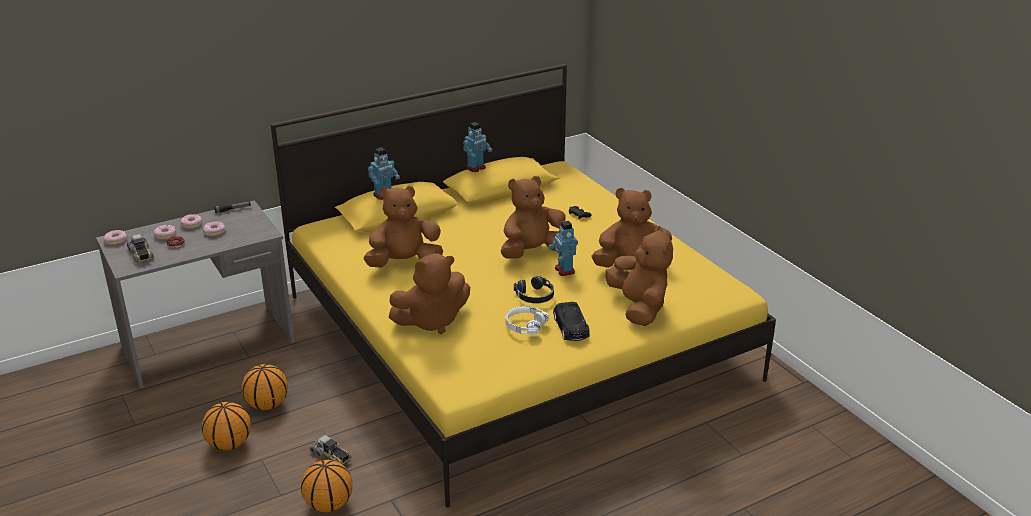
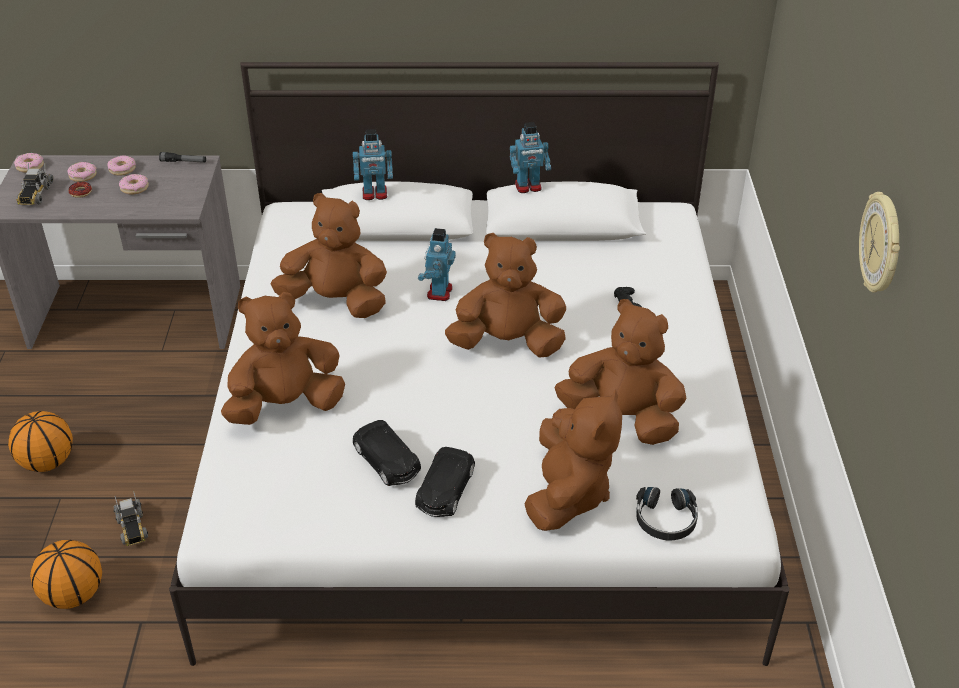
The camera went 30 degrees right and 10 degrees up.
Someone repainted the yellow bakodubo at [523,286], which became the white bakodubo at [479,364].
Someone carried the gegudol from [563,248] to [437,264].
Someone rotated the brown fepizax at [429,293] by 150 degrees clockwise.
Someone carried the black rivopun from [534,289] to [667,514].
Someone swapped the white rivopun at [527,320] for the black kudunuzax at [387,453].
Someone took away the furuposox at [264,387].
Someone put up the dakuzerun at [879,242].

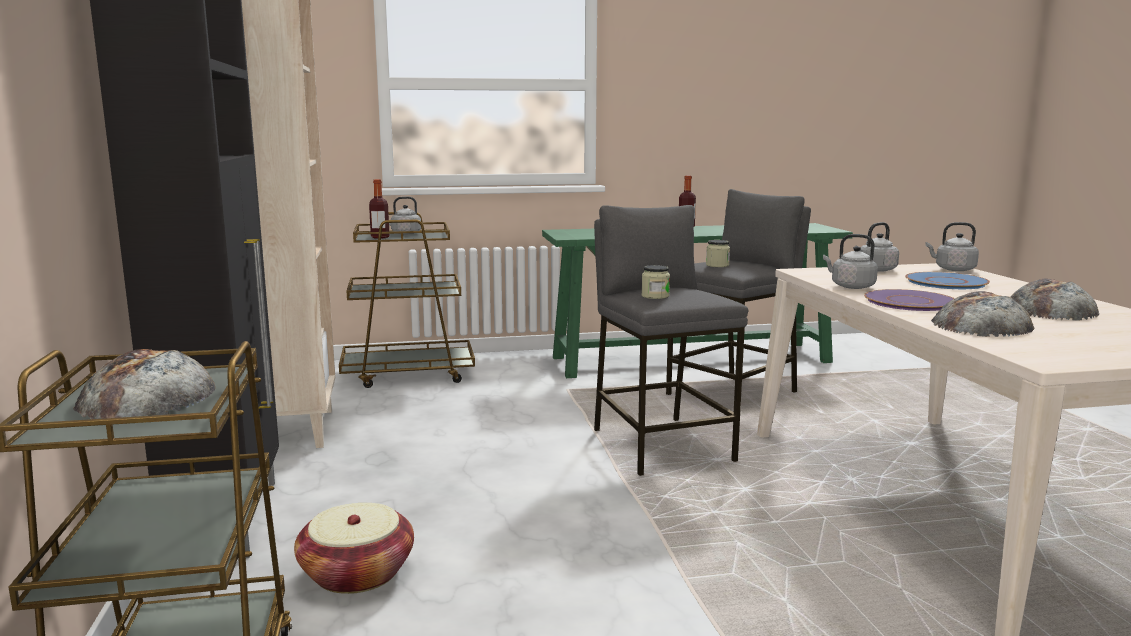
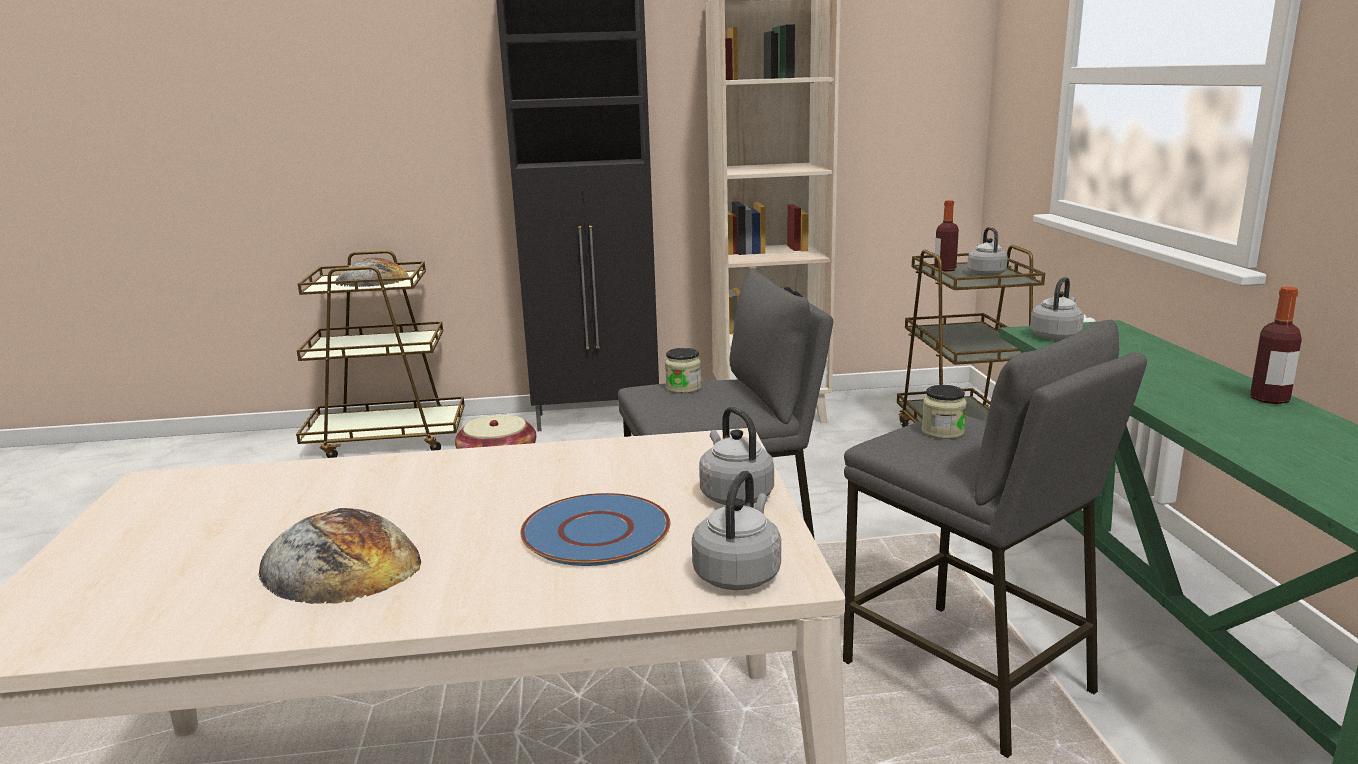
The camera went 95 degrees right and 5 degrees up.
Someone carried the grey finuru from [850,261] to [1057,308].
Someone took away the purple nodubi at [909,300].
Someone took away the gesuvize at [983,314].

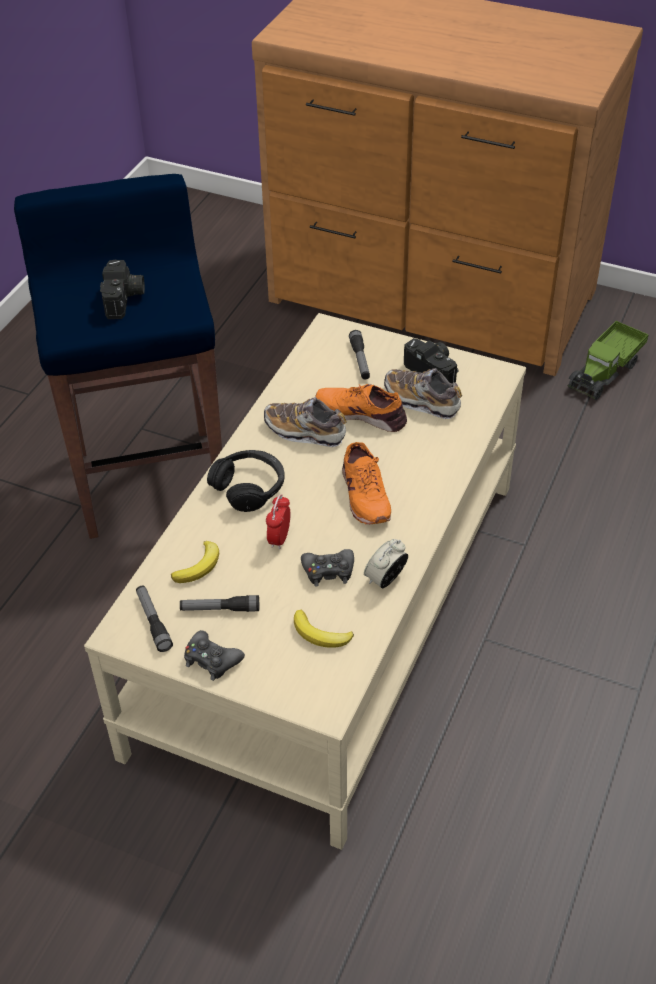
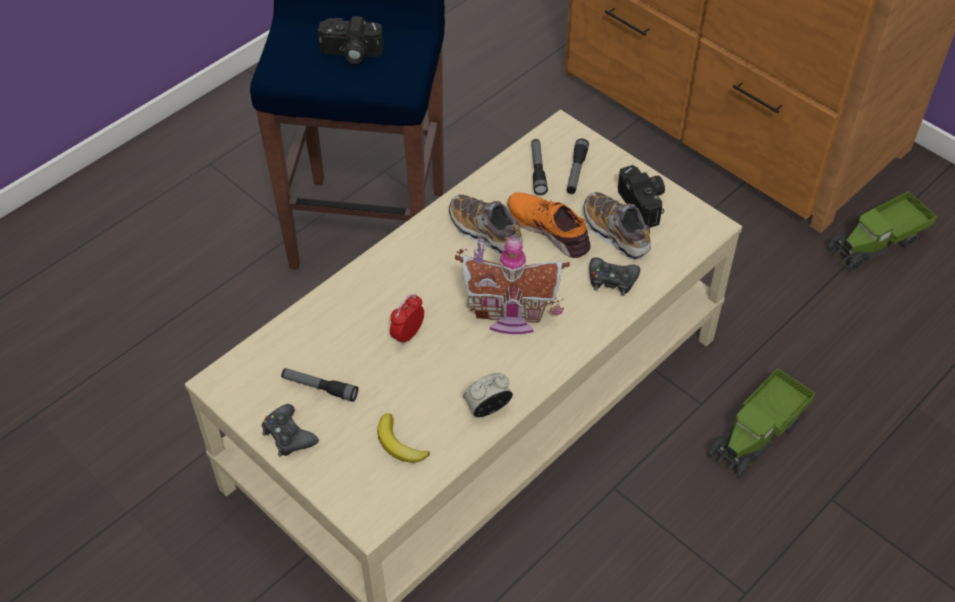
The camera went 20 degrees right and 5 degrees up.
Someone rotated the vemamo at [122,289] by 75 degrees clockwise.
Someone swapped the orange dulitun at [366,483] for the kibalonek at [512,284].
Someone took away the black rivopun at [246,481].
Someone took away the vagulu at [195,562].
Someone carried the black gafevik from [327,568] to [614,276].
Someone carried the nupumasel from [154,619] to [539,167].
Someone put down the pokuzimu at [761,423].

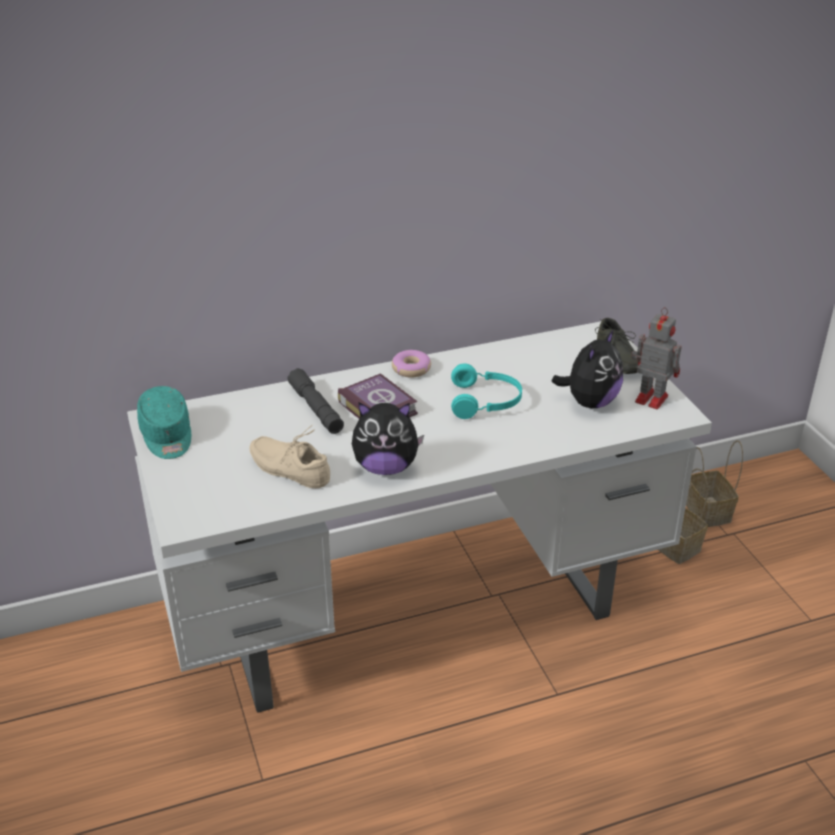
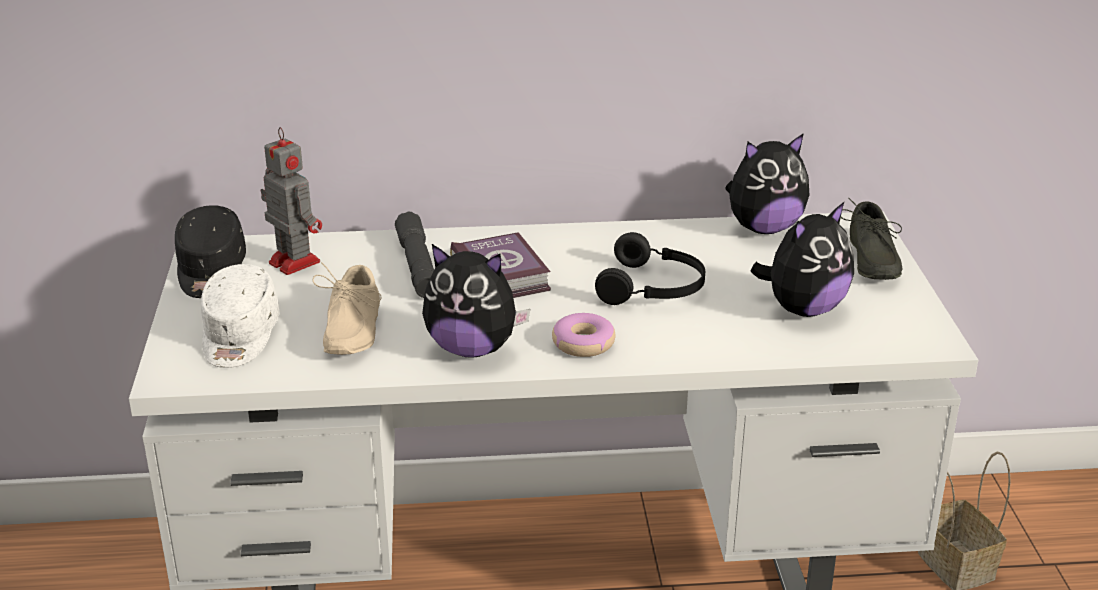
The camera went 15 degrees right and 5 degrees down.
Someone carried the gegudol from [656,358] to [291,201].
Someone carried the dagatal from [411,364] to [584,335].
Someone repainted the turquoise rivopun at [486,391], which became the black rivopun at [650,268].
Someone repainted the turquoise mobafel at [164,422], which became the black mobafel at [210,251].
Someone rotated the beige dulitun at [289,456] by 135 degrees counterclockwise.
Someone took away the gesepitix at [714,483].
Someone put down the fepizax at [767,183].
Someone put down the white mobafel at [240,316].

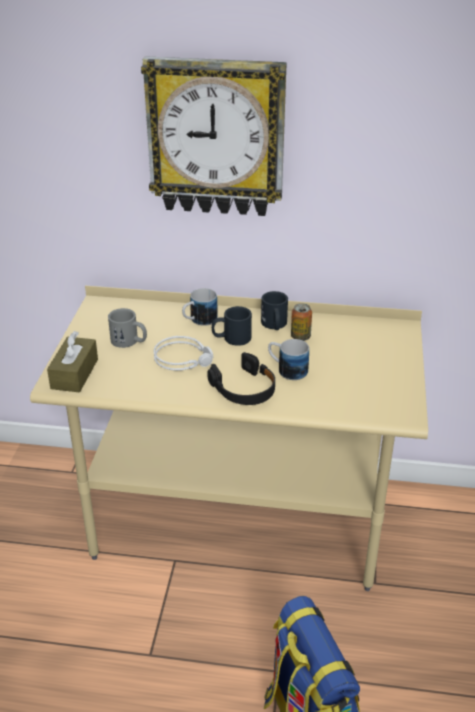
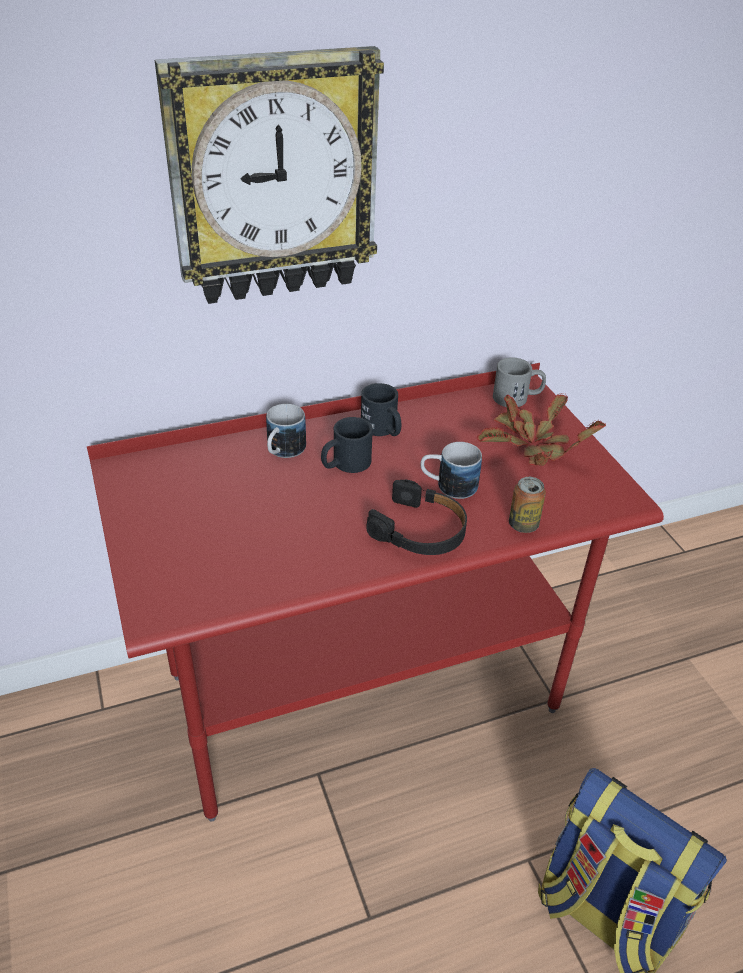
The camera went 30 degrees left and 5 degrees up.
Someone repainted the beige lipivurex at [229,438], which became the red lipivurex at [375,592].
Someone carried the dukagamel from [301,322] to [527,505].
Someone carried the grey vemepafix from [127,328] to [519,382].
Someone took away the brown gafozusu at [72,361].
Someone took away the grey rivopun at [183,353].
Someone put down the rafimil at [541,429].

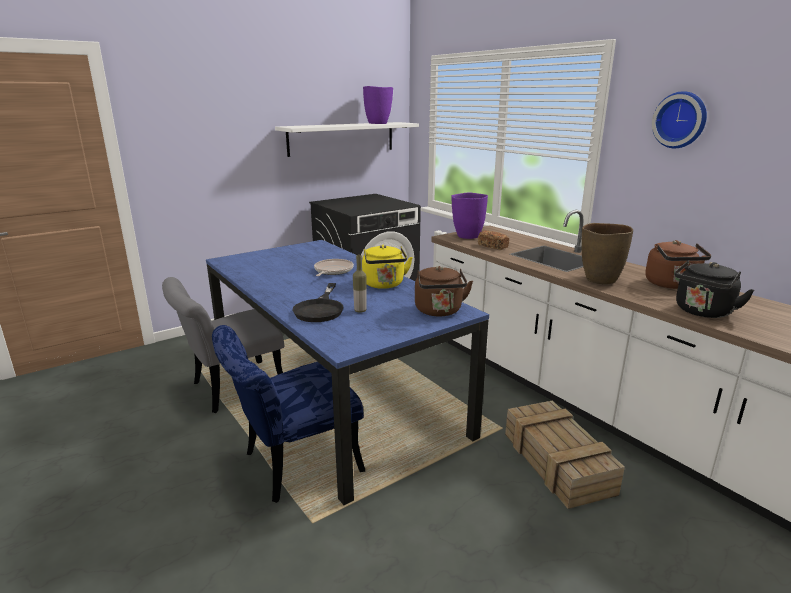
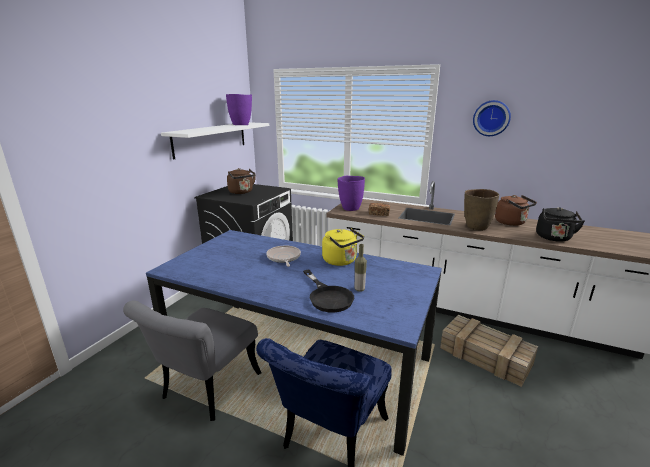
The camera went 30 degrees left and 0 degrees up.
Someone carried the brown finuru from [444,291] to [241,181].

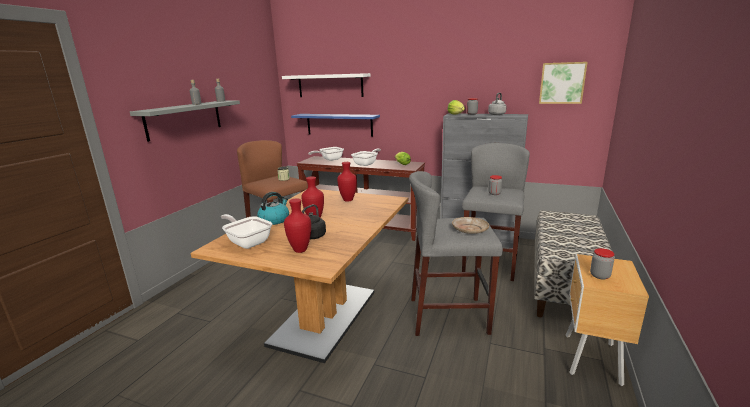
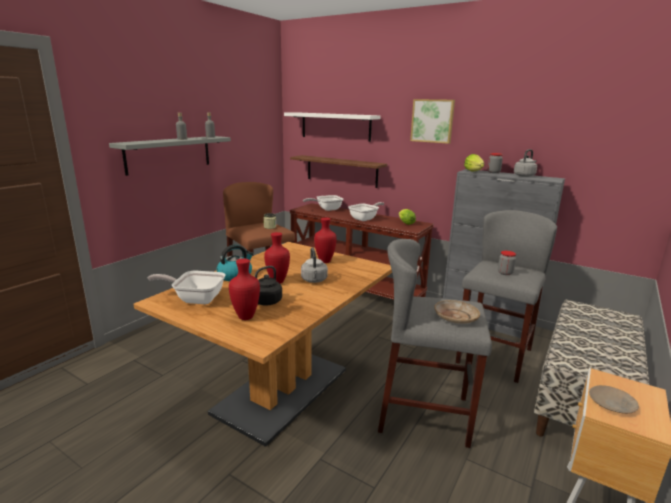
The camera went 10 degrees right and 0 degrees up.
Someone carried the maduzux from [563,83] to [432,121].
Someone repainted the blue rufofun at [335,125], which became the brown rufofun at [338,171].
Someone rotated the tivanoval at [246,231] by 45 degrees counterclockwise.
Someone swapped the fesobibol at [602,263] for the beige nodubi at [614,399].
Someone put down the grey finuru at [314,265].

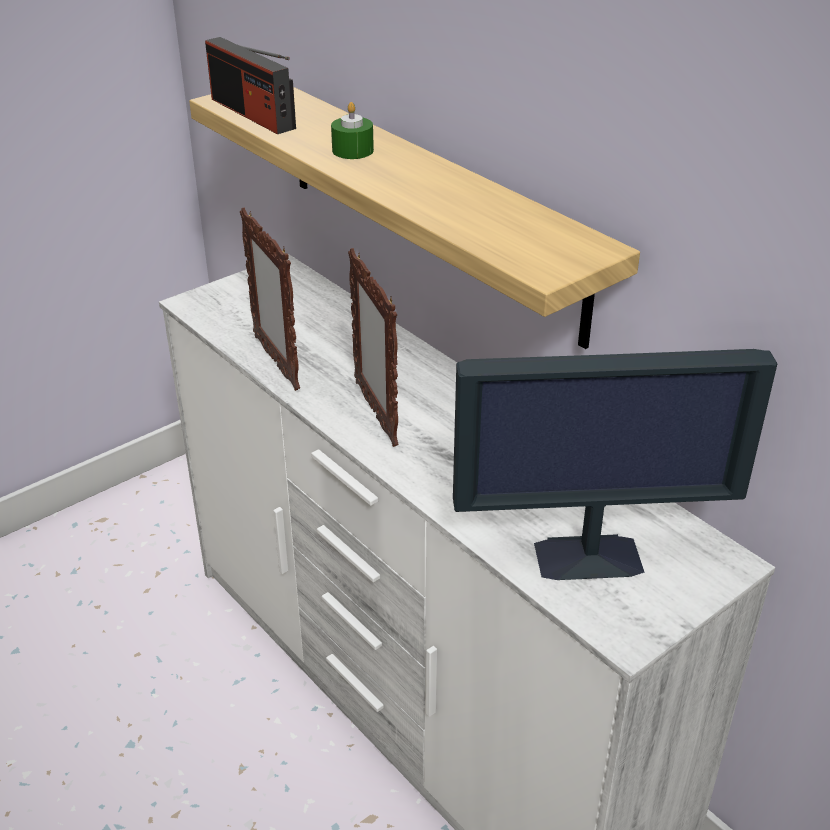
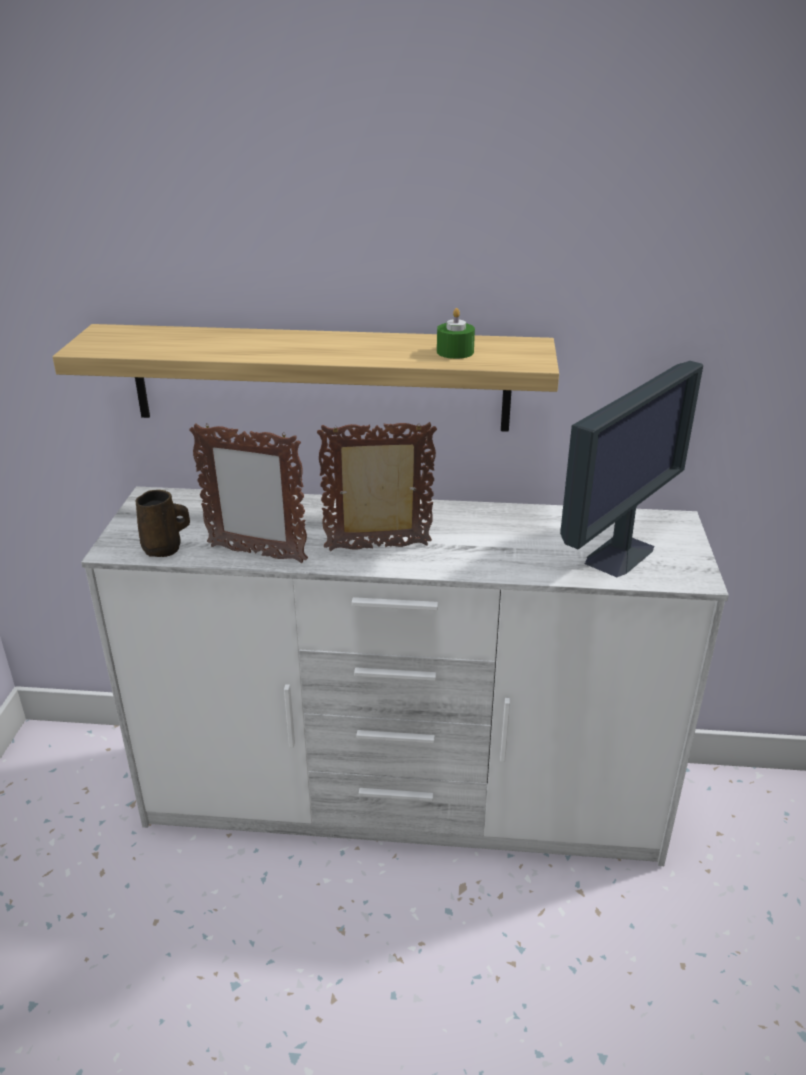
The camera went 45 degrees left and 5 degrees down.
Someone took away the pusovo at [250,85].
Someone carried the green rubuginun from [352,130] to [456,333].
Someone rotated the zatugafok at [373,347] by 150 degrees clockwise.
Someone put down the brown vemepafix at [162,523].

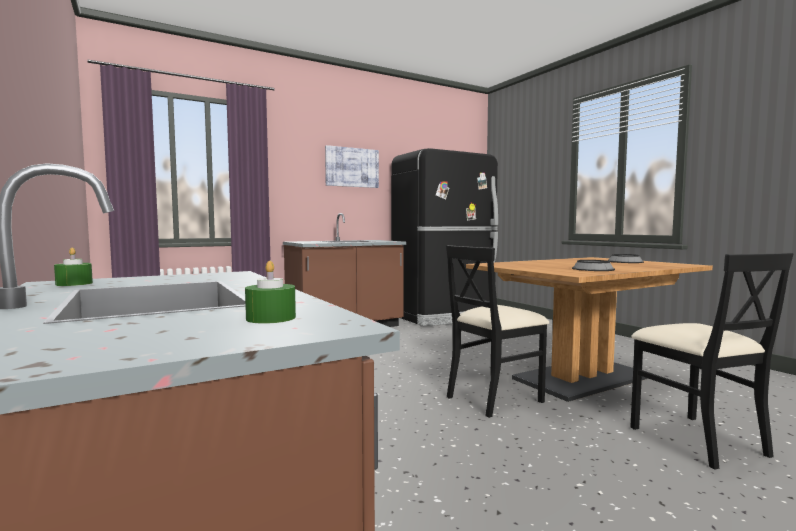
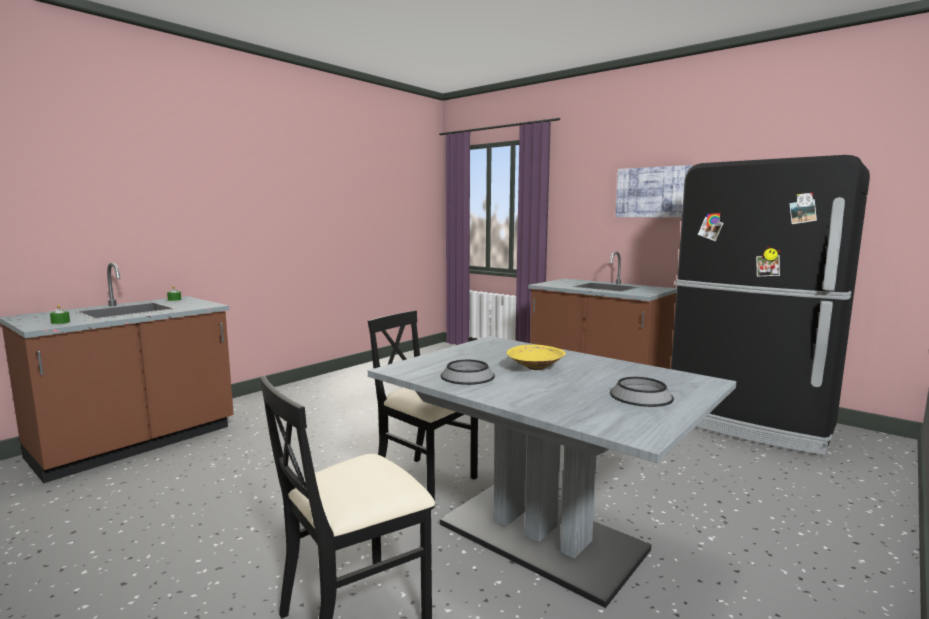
The camera went 70 degrees right and 5 degrees up.
Someone repainted the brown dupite at [589,329], which became the grey dupite at [552,472].
Someone put down the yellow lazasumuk at [536,357].

